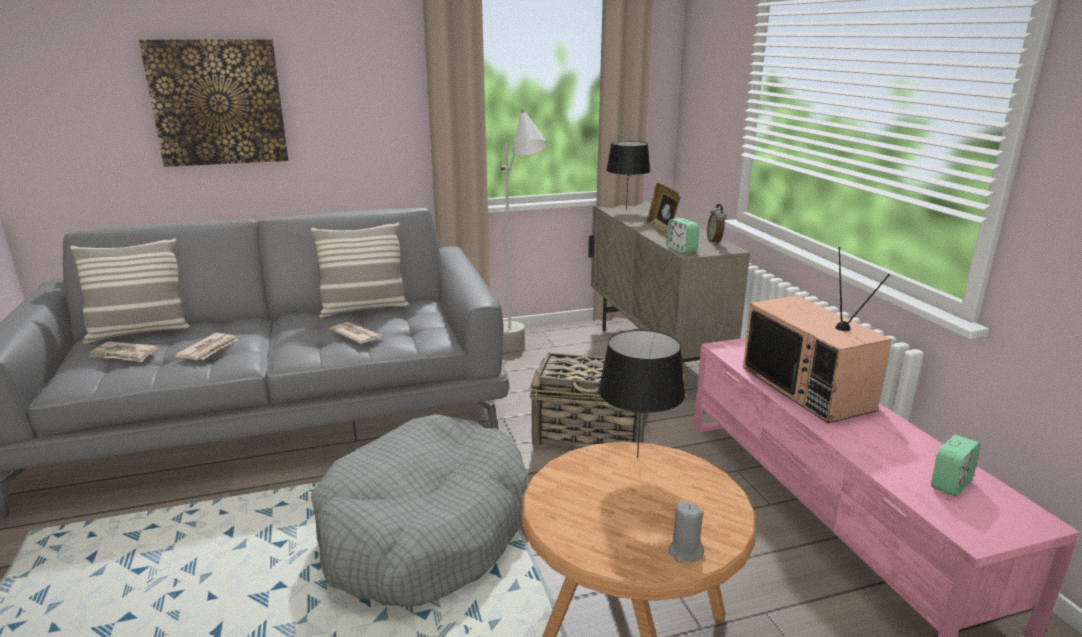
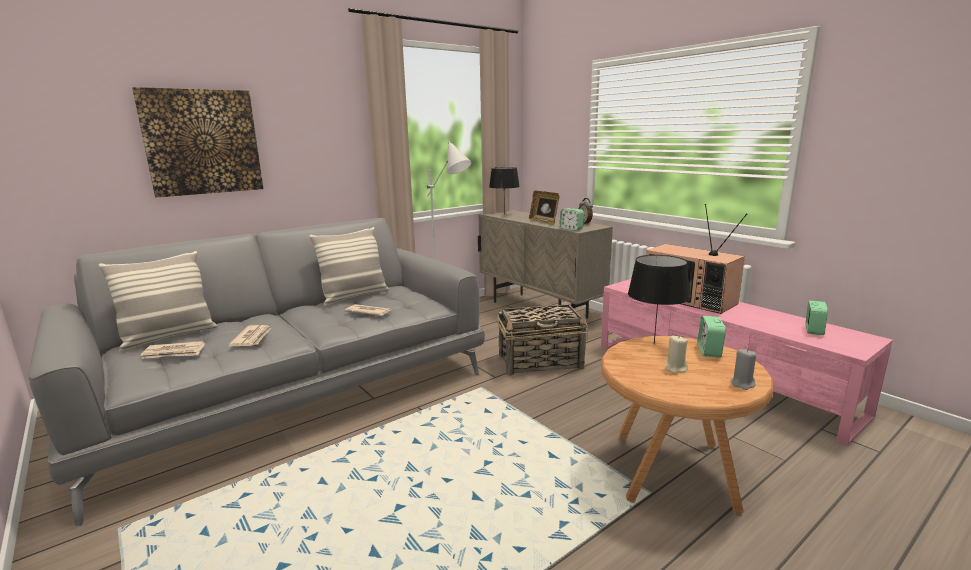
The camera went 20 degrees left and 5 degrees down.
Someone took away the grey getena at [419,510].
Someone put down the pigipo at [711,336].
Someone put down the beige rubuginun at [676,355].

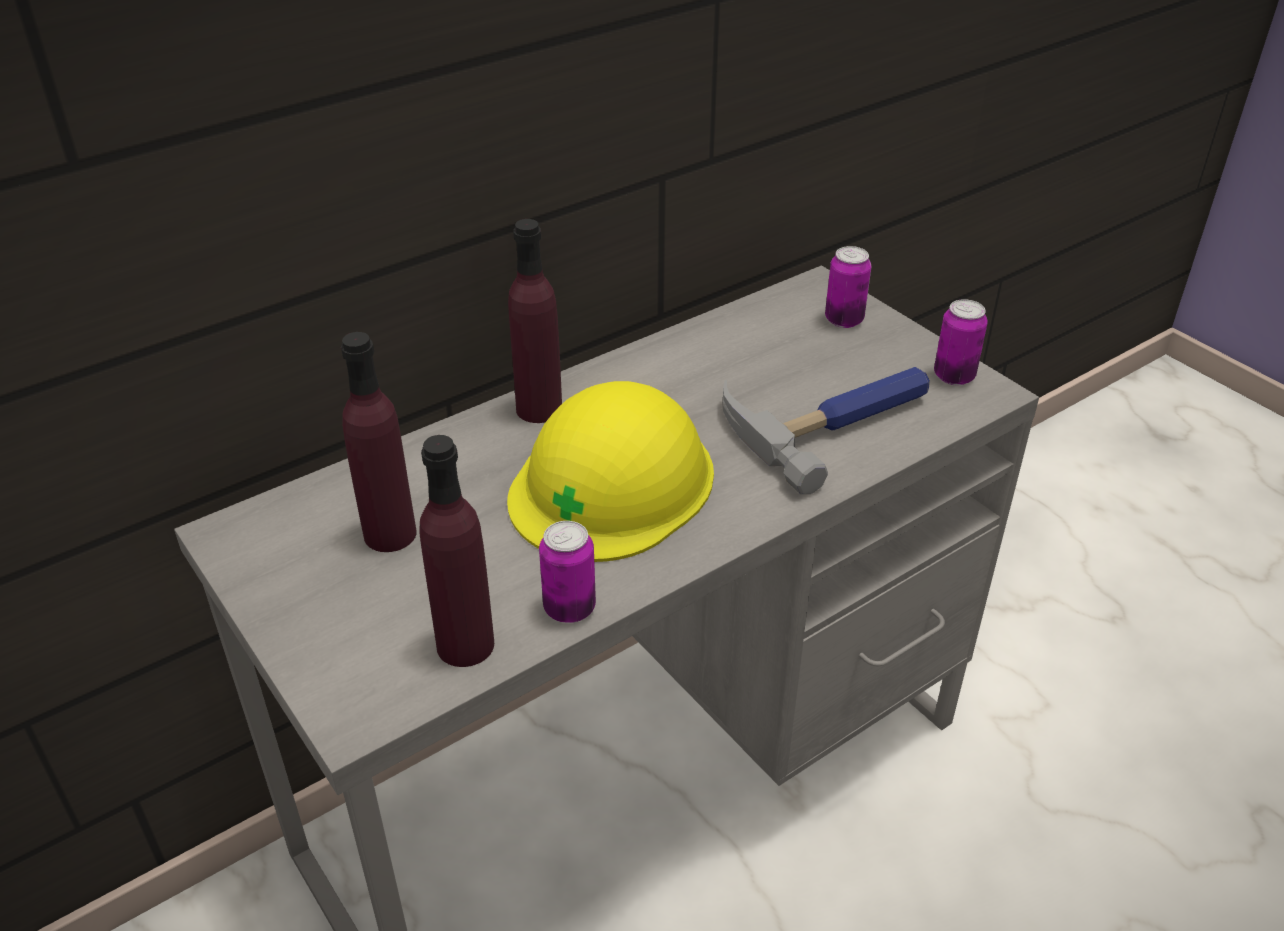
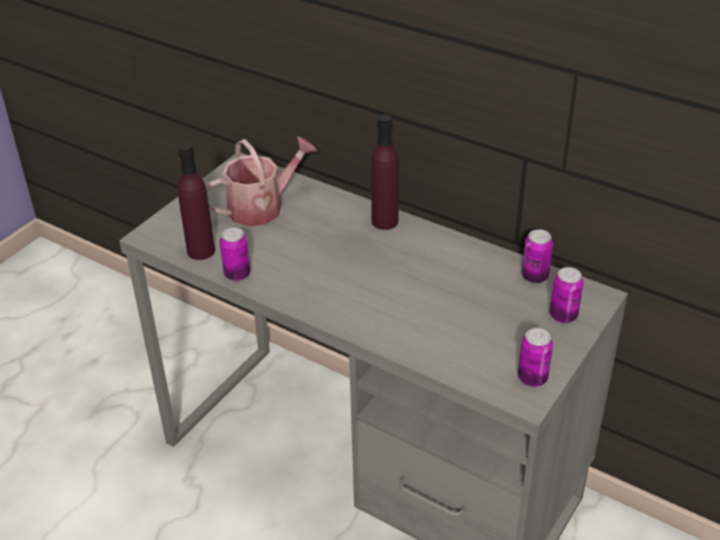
The camera went 70 degrees right and 0 degrees up.
Someone swapped the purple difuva at [379,442] for the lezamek at [261,182].
Someone took away the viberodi at [826,430].
Someone took away the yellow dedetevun at [610,471].
Someone put down the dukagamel at [537,256].

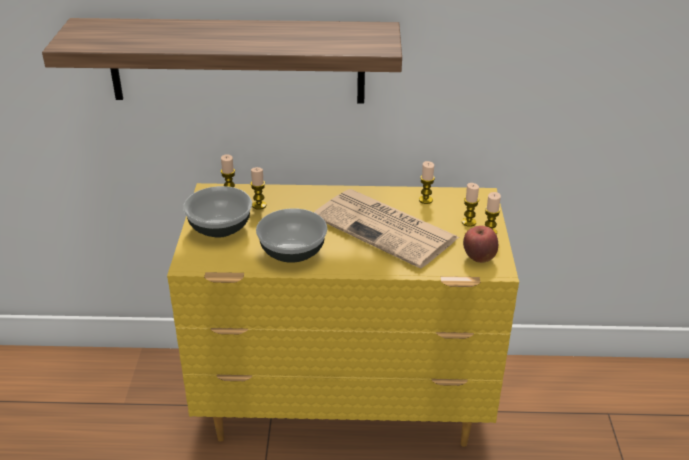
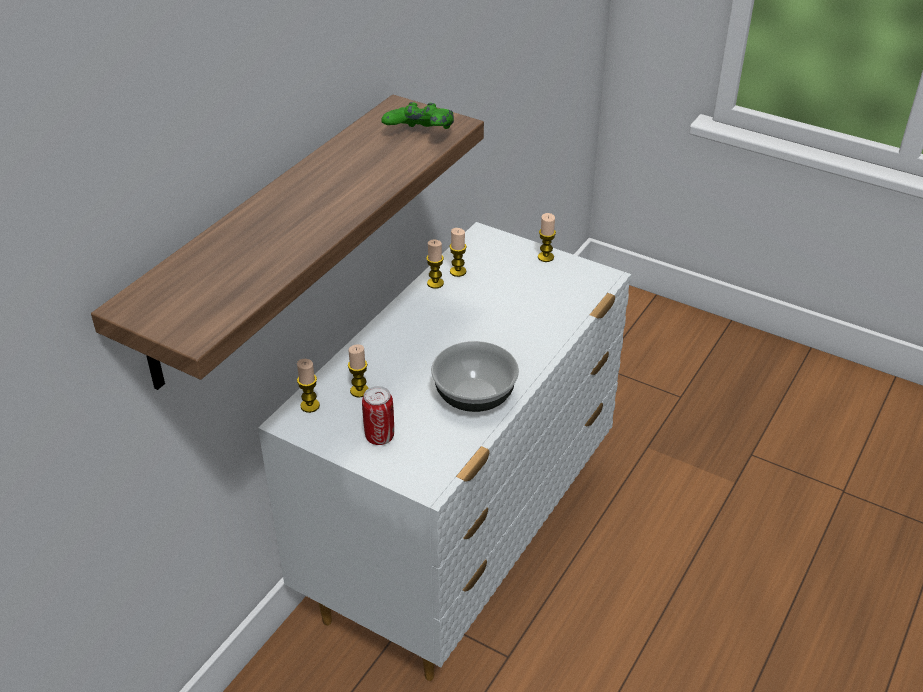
The camera went 60 degrees left and 5 degrees up.
Someone repainted the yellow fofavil at [343,315], which became the white fofavil at [444,451].
Someone carried the rubuginun from [470,205] to [435,264].
Someone swapped the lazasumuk at [217,212] for the dukagamel at [378,415].
Someone took away the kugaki at [387,228].
Someone took away the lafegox at [480,244].
Someone put down the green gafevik at [417,115].

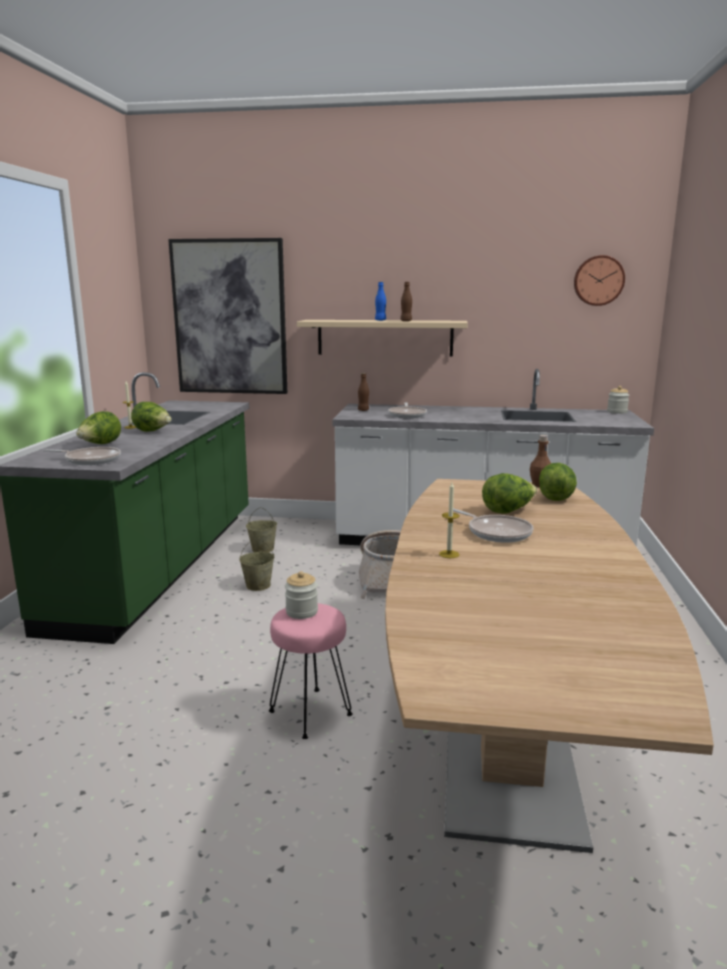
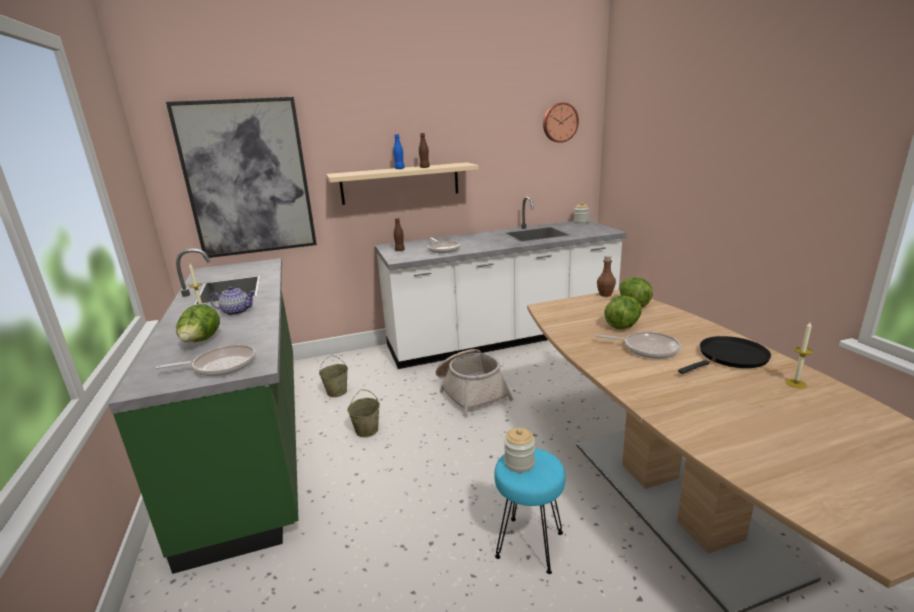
The camera went 25 degrees left and 5 degrees up.
Someone swapped the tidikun at [151,417] for the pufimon at [233,300].
Someone carried the rubuginun from [449,520] to [799,355].
Someone repainted the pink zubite at [311,671], which became the turquoise zubite at [529,511].
Someone put down the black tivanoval at [724,355].

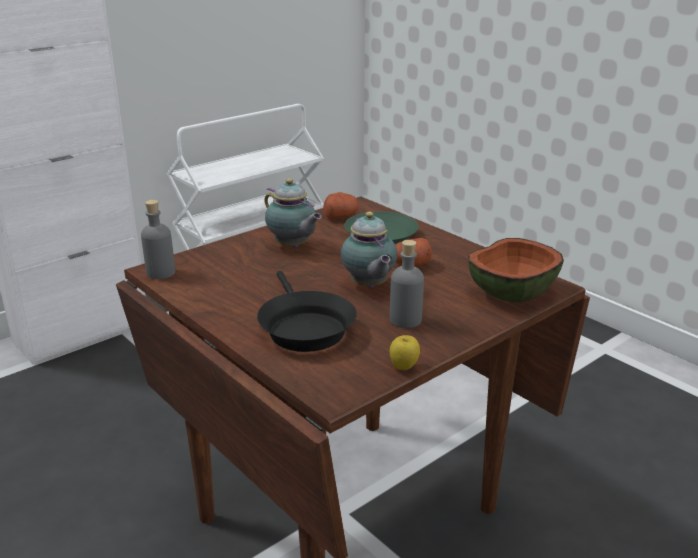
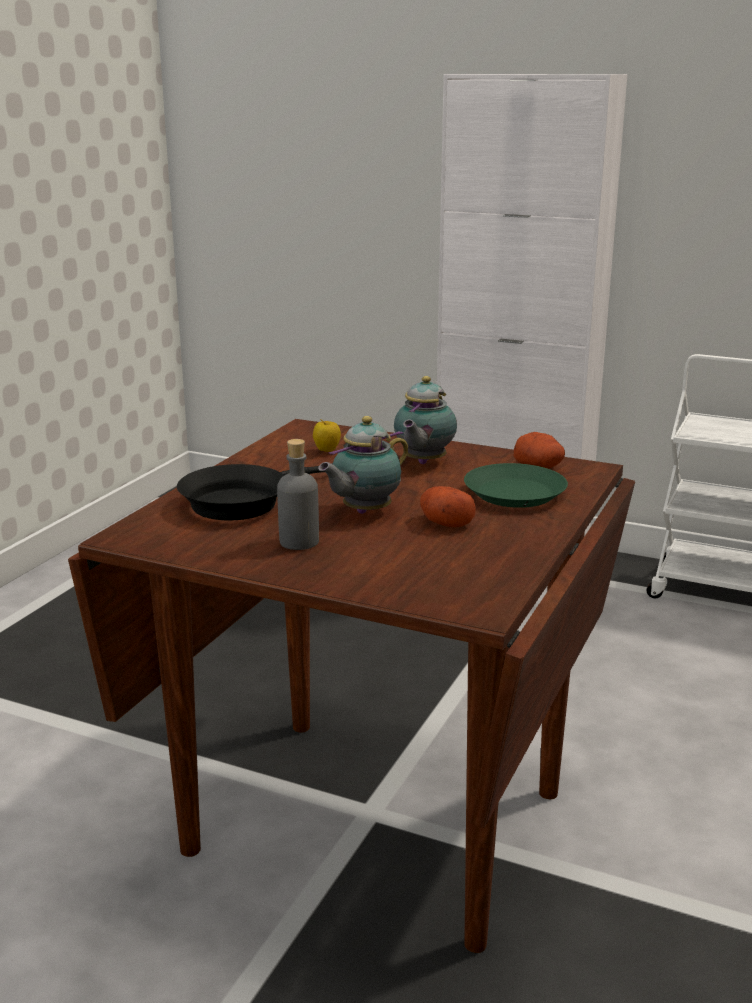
The camera went 65 degrees right and 5 degrees down.
Someone took away the grey difuva at [158,239].
Someone took away the lazasumuk at [516,270].
Someone carried the lafegox from [404,352] to [327,435].

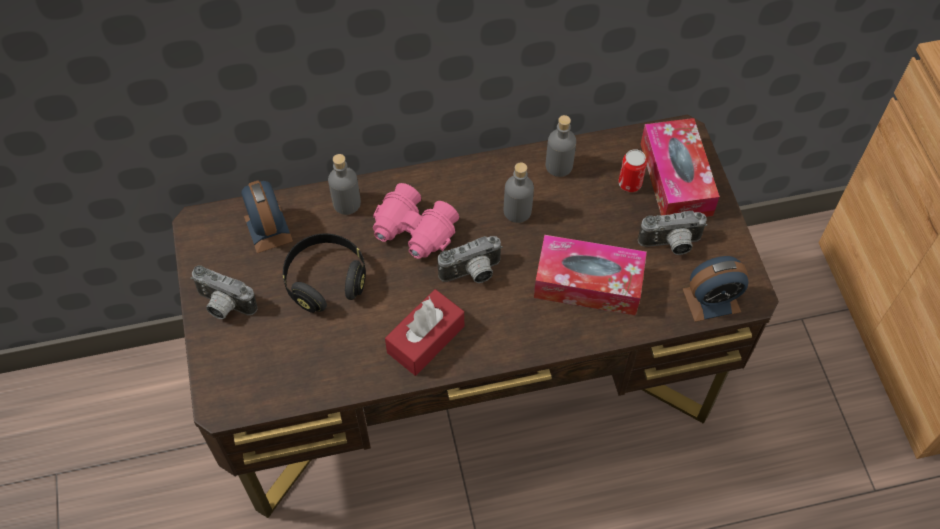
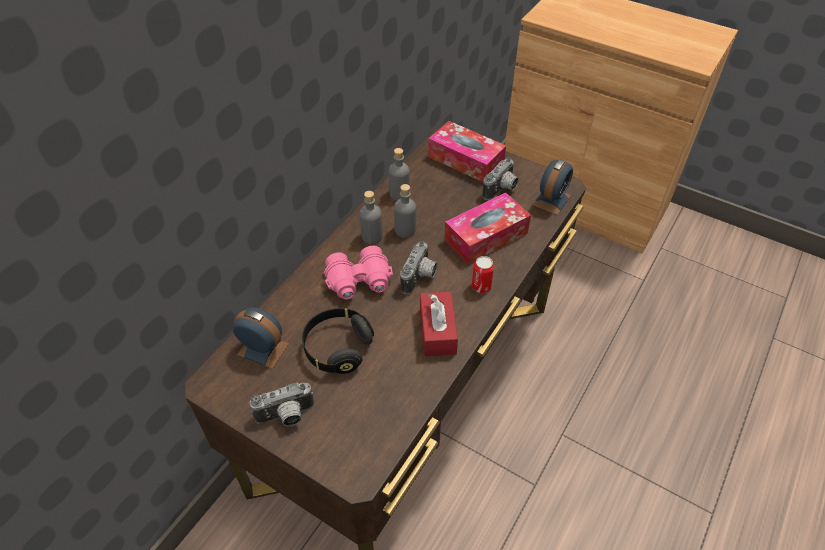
The camera went 45 degrees left and 10 degrees down.
Someone carried the dukagamel from [632,170] to [483,274].
Someone carried the grey difuva from [344,184] to [371,217].

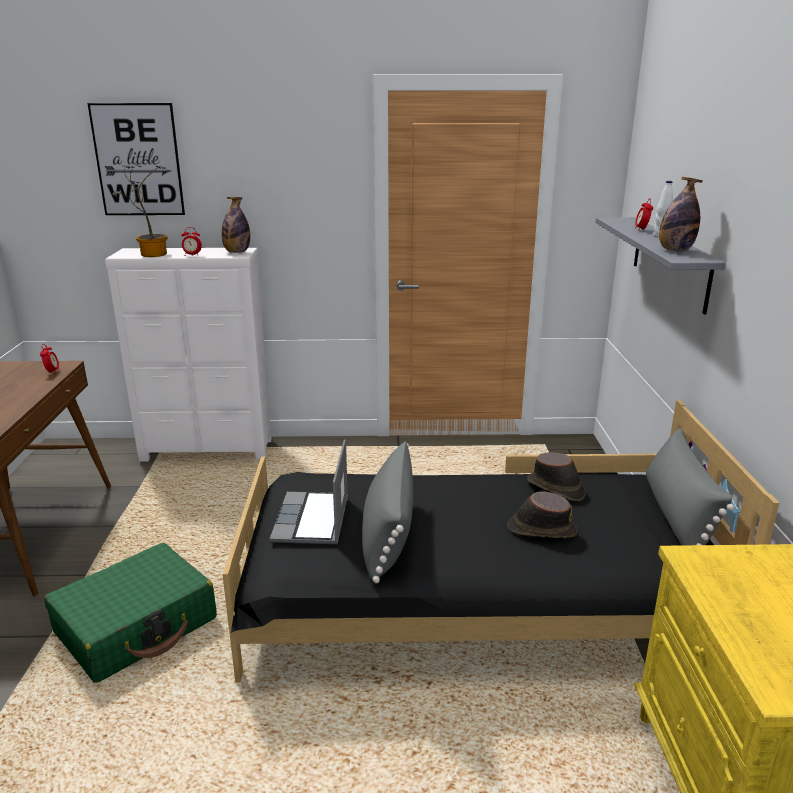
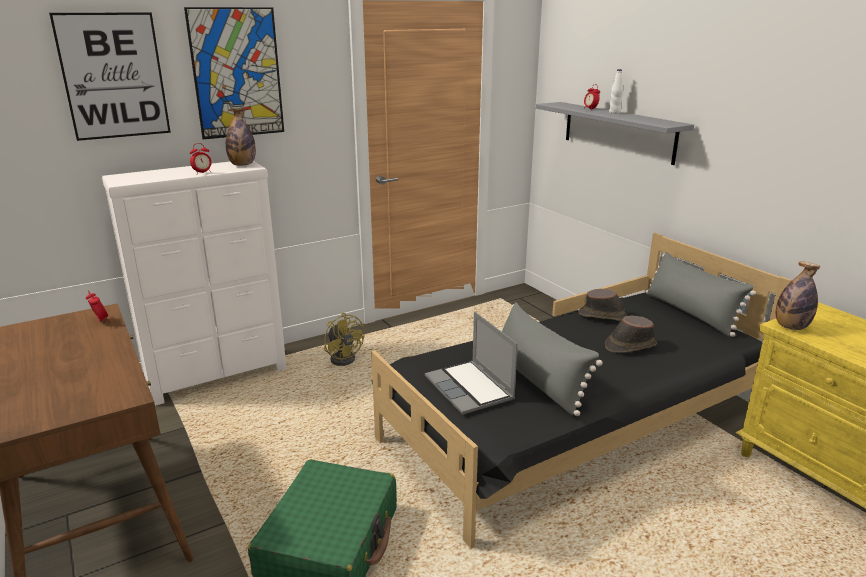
The camera went 30 degrees left and 0 degrees up.
Someone took away the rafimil at [140,208].
Someone carried the difuva from [681,214] to [798,295].
Someone put up the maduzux at [234,73].
Someone put down the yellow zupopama at [344,339].

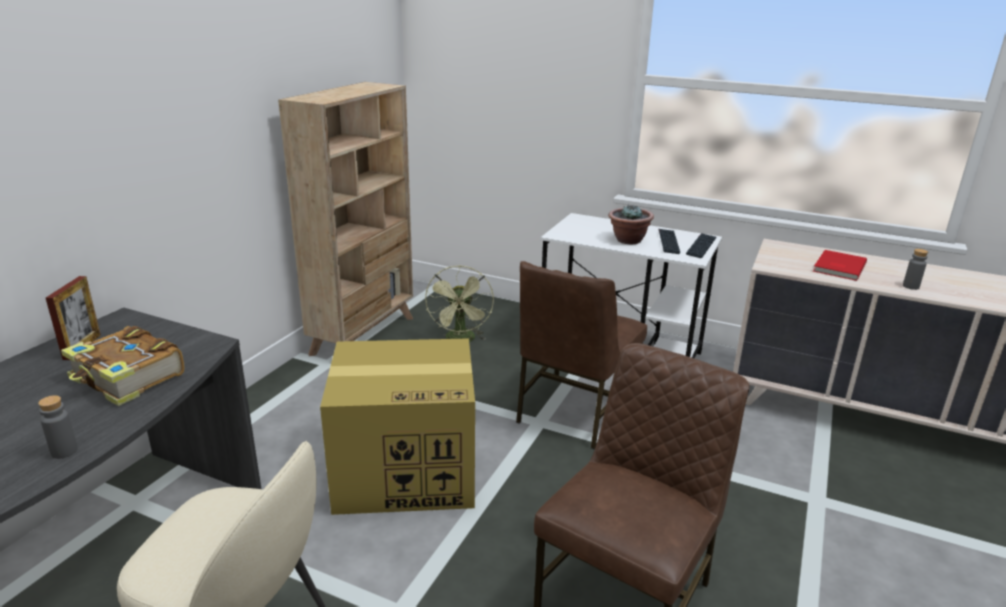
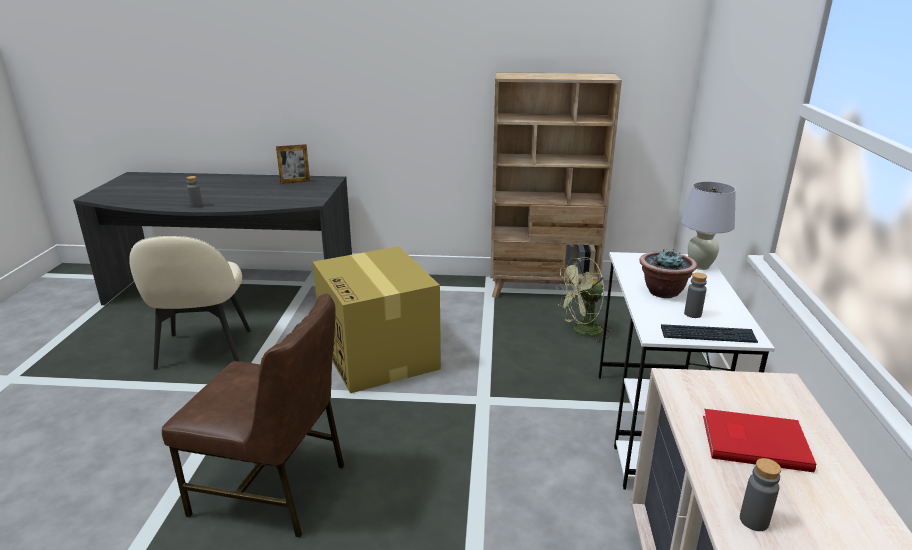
The camera went 70 degrees right and 0 degrees up.
Someone swapped the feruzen at [669,241] for the grey difuva at [695,295].
Someone took away the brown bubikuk at [581,355].
Someone took away the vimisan at [123,366].
Someone put down the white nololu at [708,225].

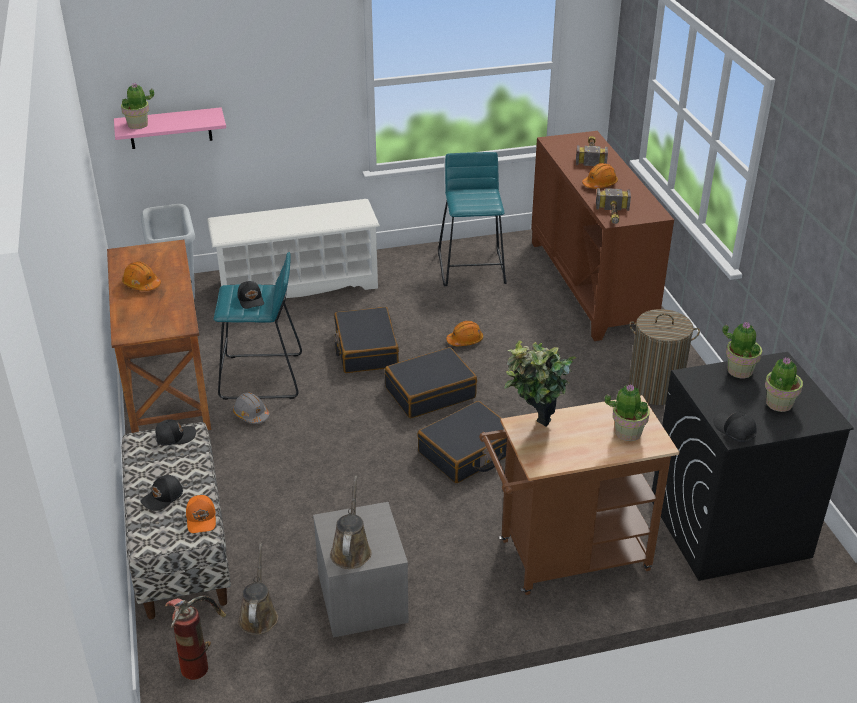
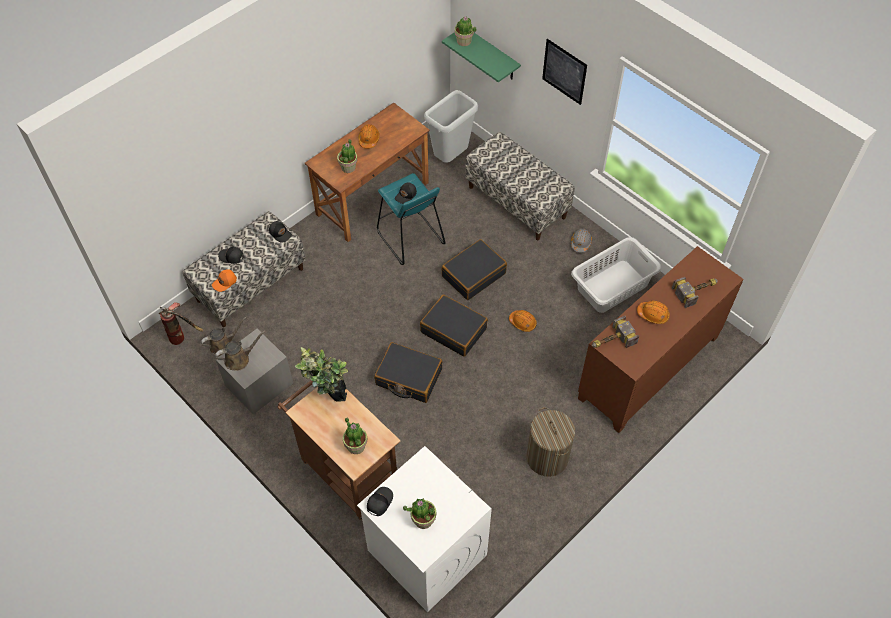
The camera went 60 degrees right and 20 degrees up.
Someone repainted the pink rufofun at [170,128], which became the green rufofun at [481,57].
Someone swapped the turquoise zubite at [472,219] for the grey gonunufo at [616,275].
Someone swapped the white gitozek at [293,248] for the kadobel at [520,186].
Someone carried the rafimil from [742,350] to [347,156].
Someone repainted the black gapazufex at [753,466], which became the white gapazufex at [424,529].
Someone carried the grey dedetevun from [251,408] to [581,241].
Someone put up the maduzux at [564,72].

